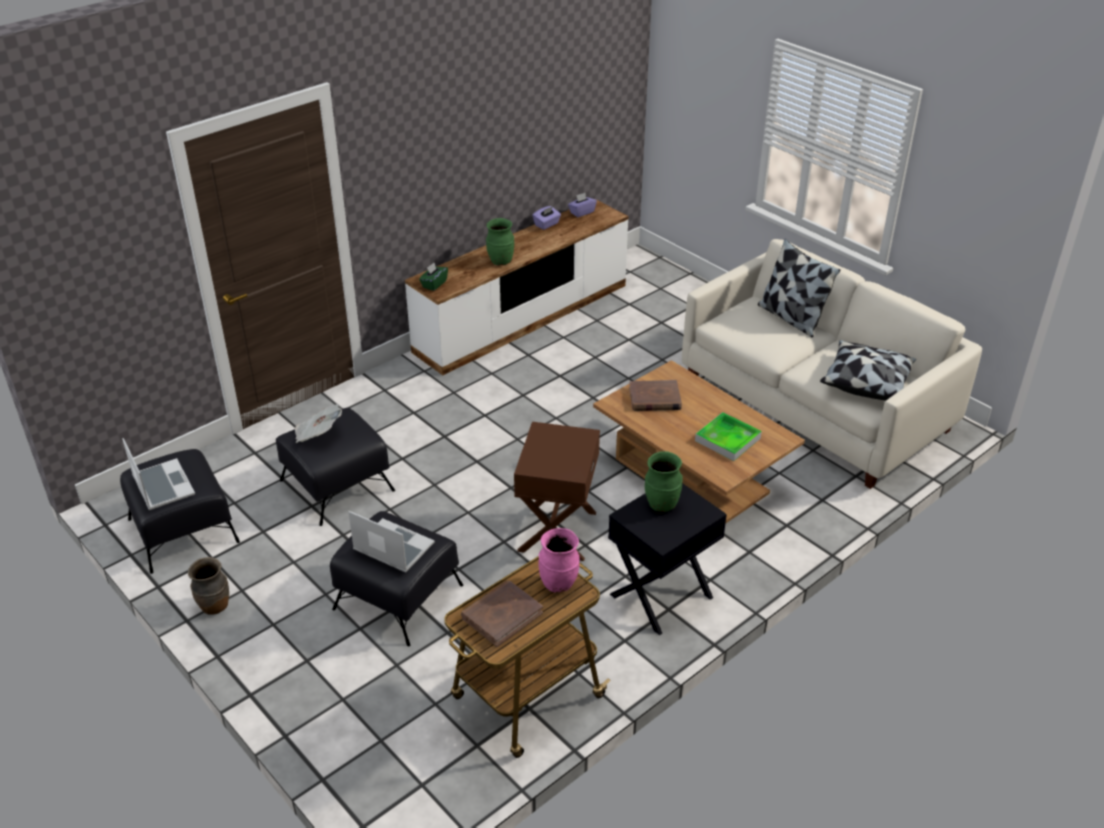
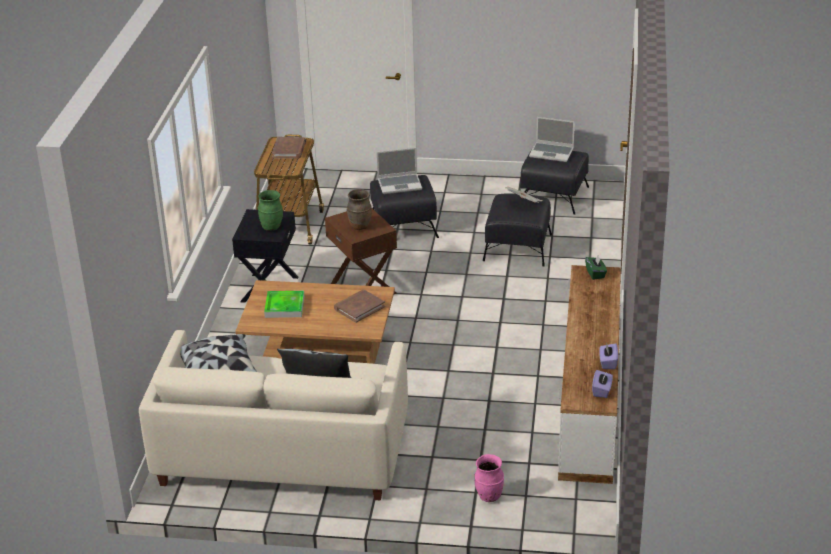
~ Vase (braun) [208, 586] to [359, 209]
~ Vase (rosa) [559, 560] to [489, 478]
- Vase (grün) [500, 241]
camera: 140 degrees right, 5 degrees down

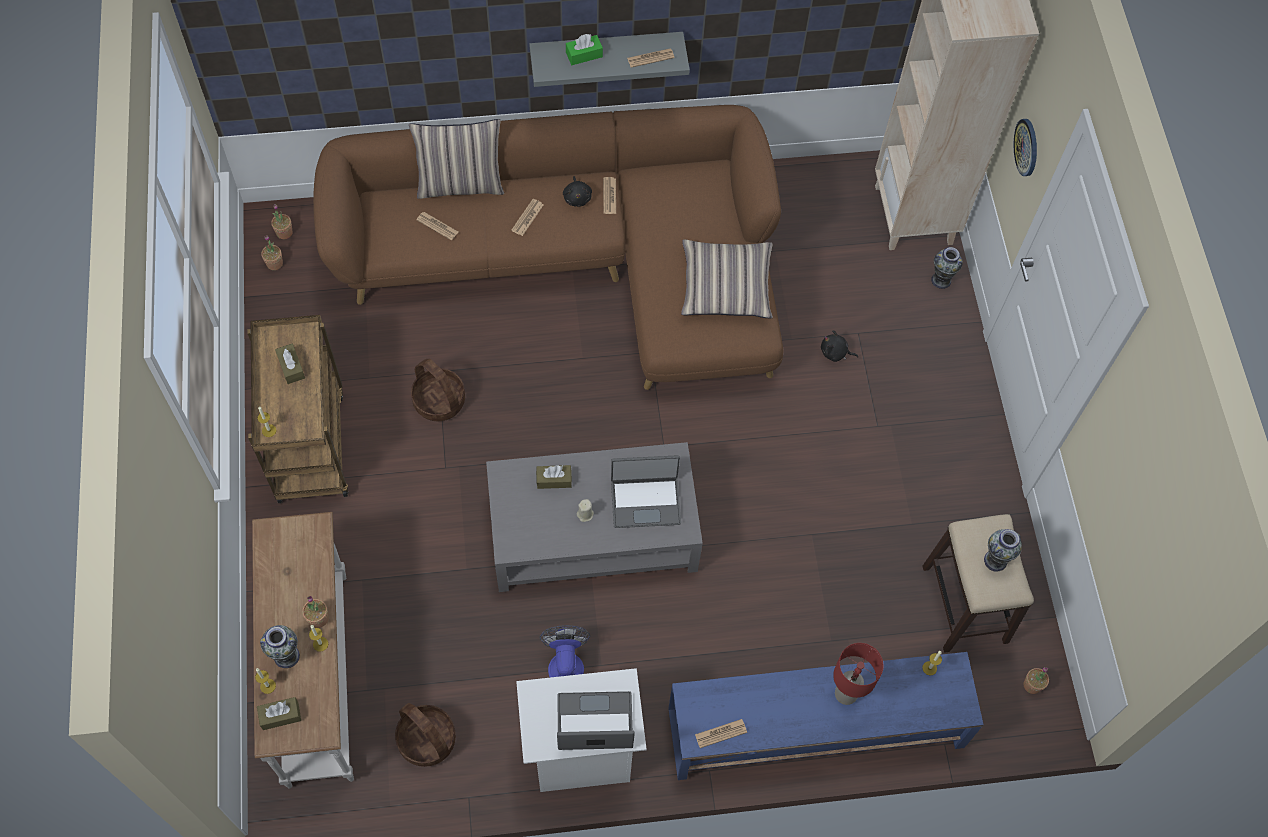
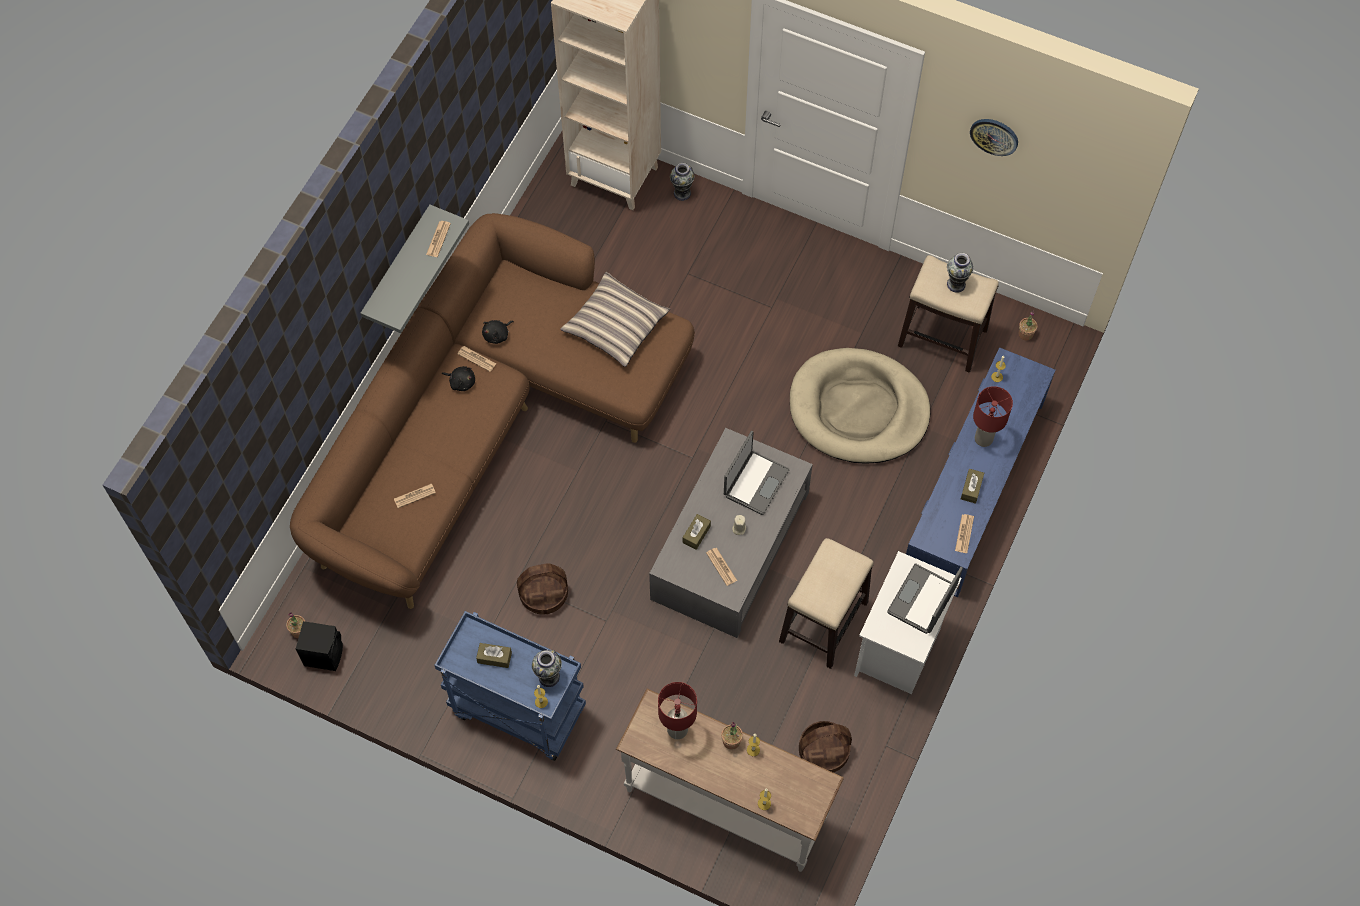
~ Topfpflanze [272, 252] to Lautsprecher (schwarz) [319, 646]
~ Rollwagen (braun) [297, 409] to Rollwagen (blau) [510, 686]
~ Plüschtier (schwarz) [839, 346] to [498, 332]
~ Vase [280, 646] to [547, 668]
+ Tischlampe (rot) [677, 710]
~ Zeitung [527, 217] to [721, 567]
~ Ventilator [565, 651] to Hocker [826, 603]
+ Hundebett (beige) [860, 405]
~ Taschentuchbox (braun) [279, 713] to [972, 486]
~ Wanduhr [1025, 147] to [994, 137]
- Kissen [456, 159]
- Taschentuchbox (grün) [584, 49]
camera: 55 degrees left, 0 degrees up

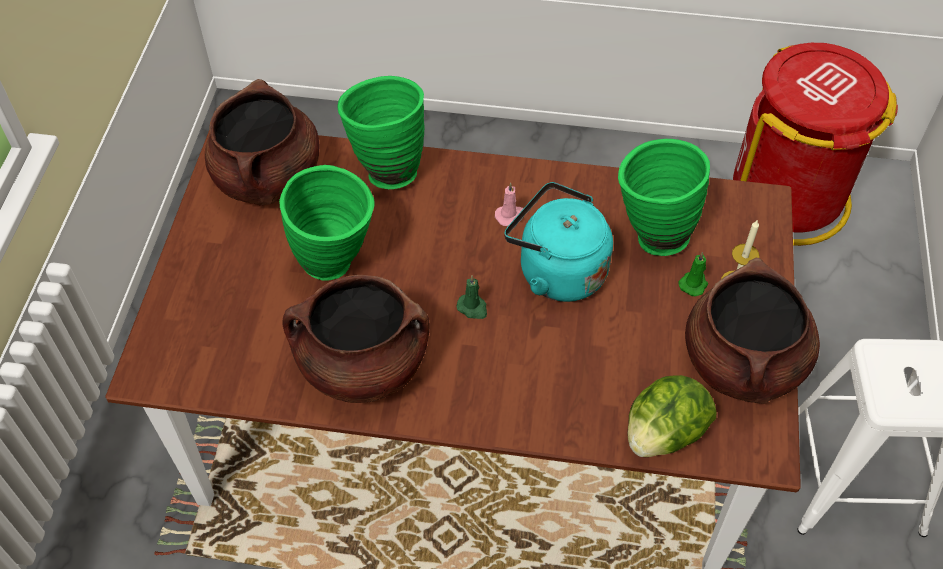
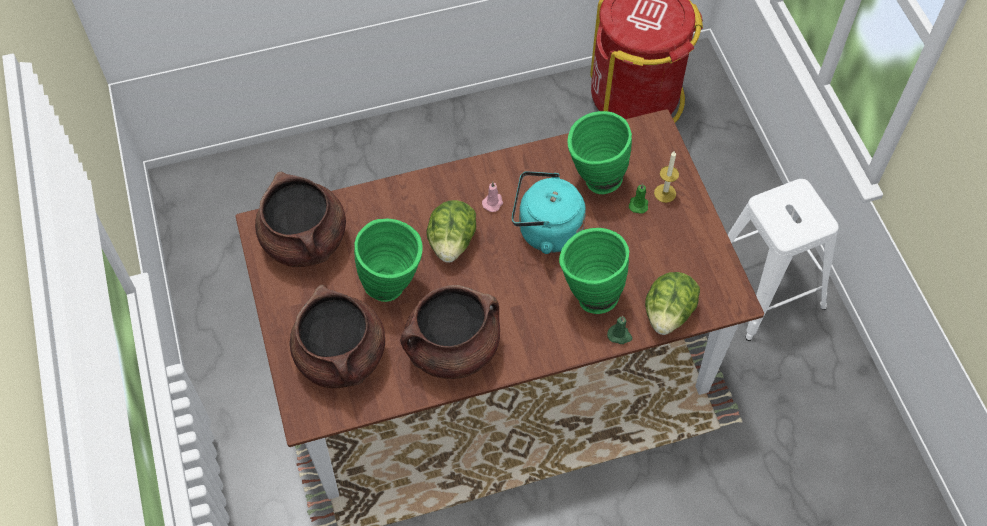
~ Kochtopf (braun) [752, 330] to [337, 336]
+ Salatkopf [451, 231]
~ Vase (grün) [381, 132] to [594, 271]
~ Kerze (grün) [472, 297] to [619, 330]
camera: 25 degrees left, 5 degrees up

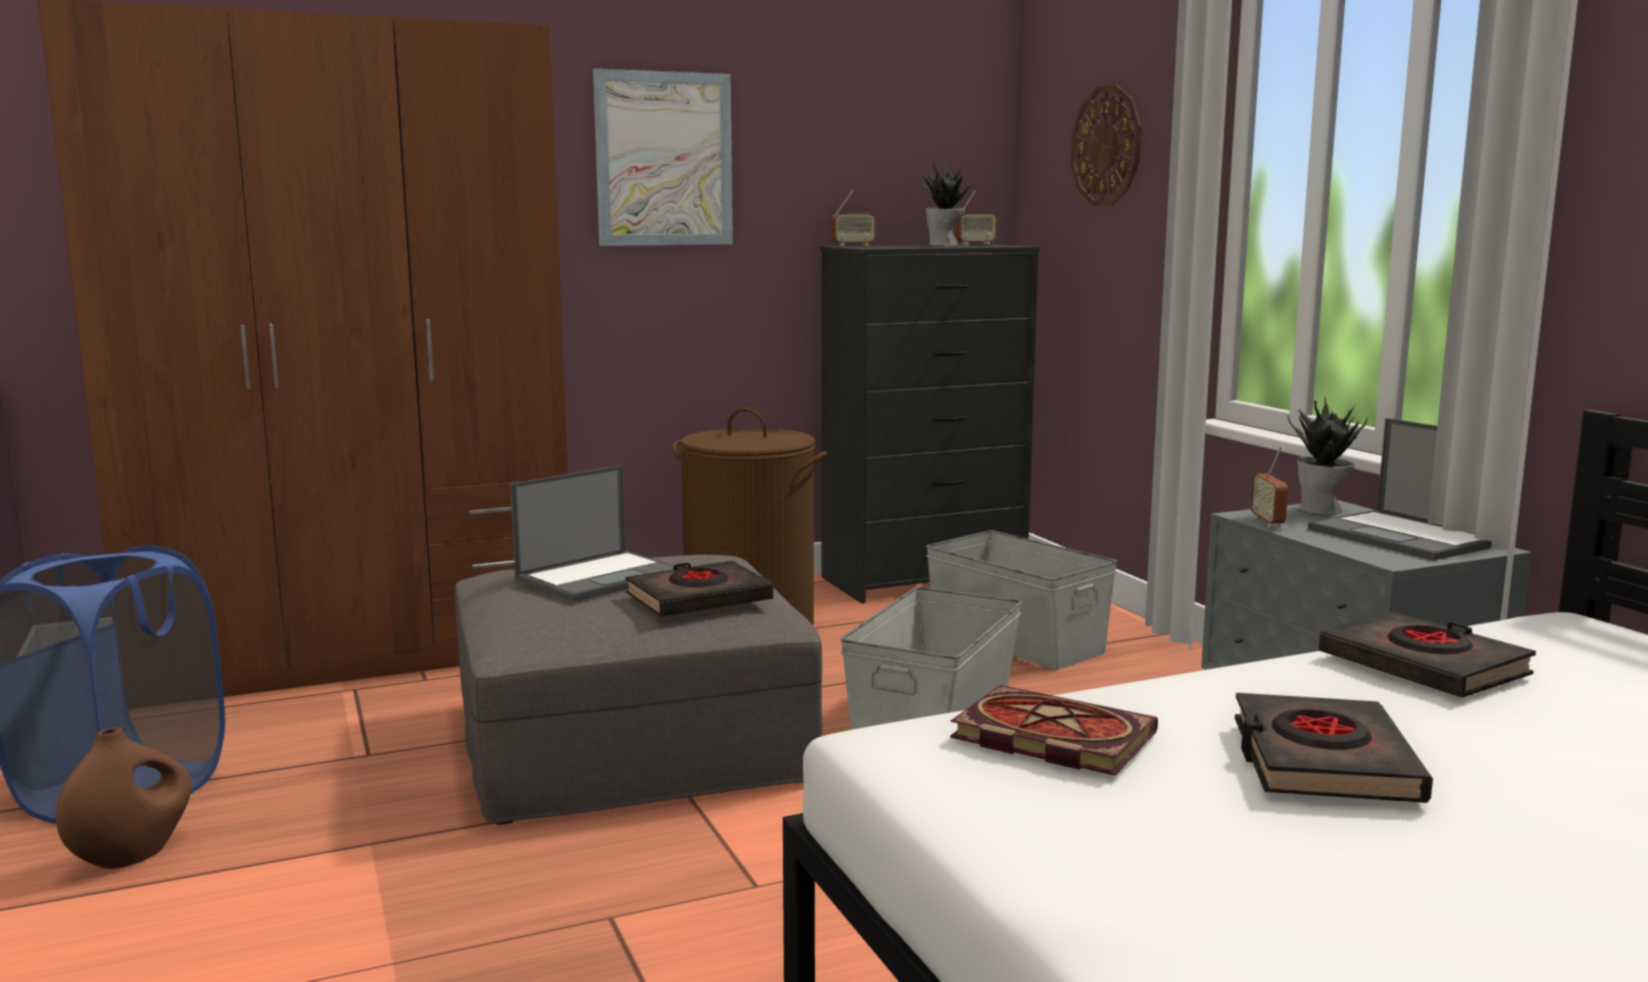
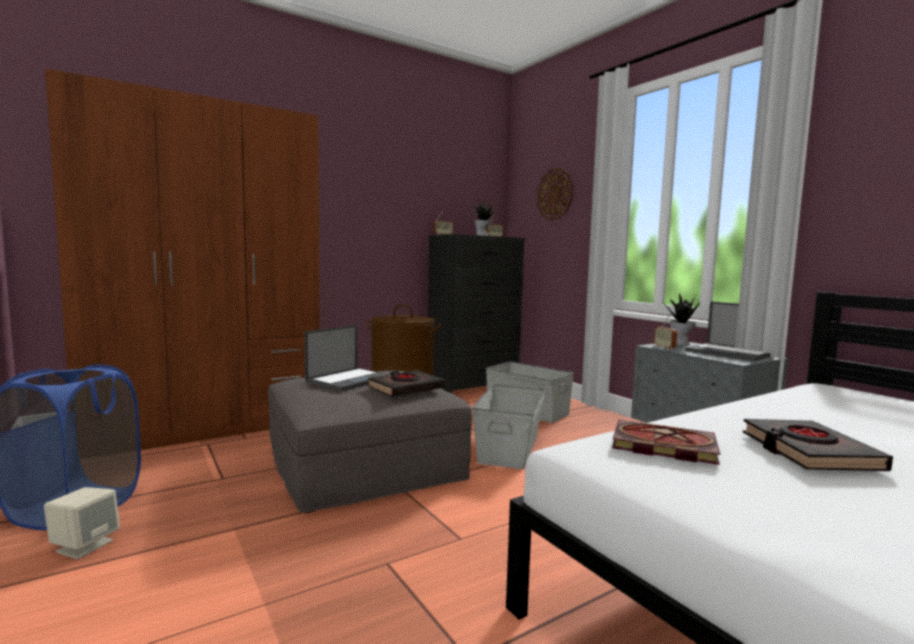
~ Vase (braun) [123, 798] to Lautsprecher (beige) [82, 523]
- Bild [663, 157]
- Buch (schwarz) [1427, 655]
camera: 10 degrees left, 5 degrees down

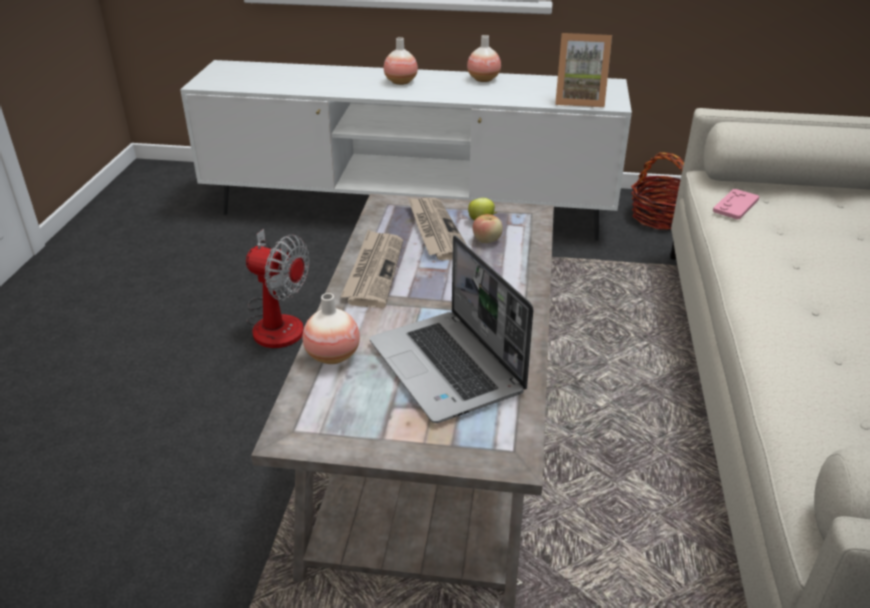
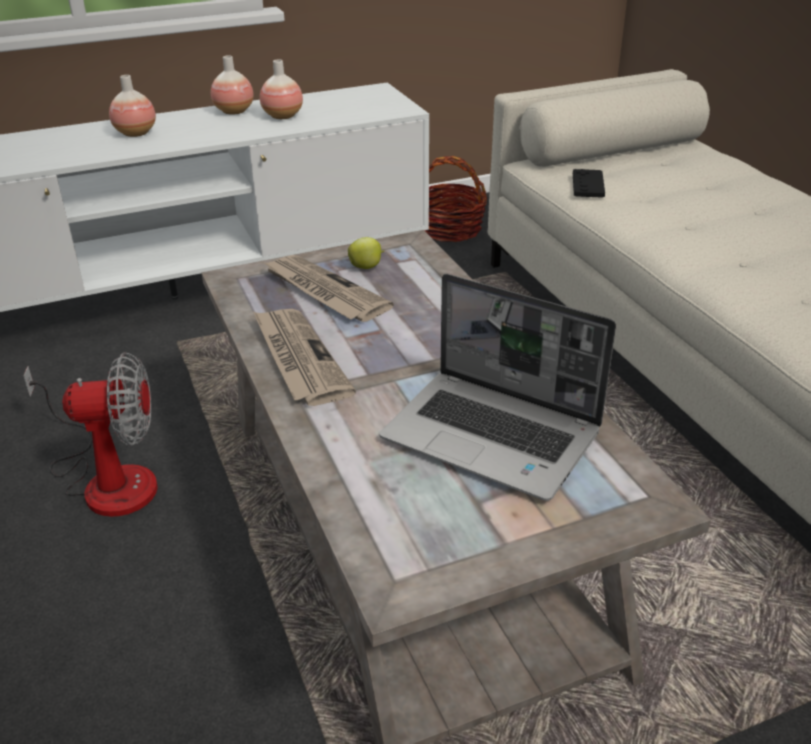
~ Vase [331, 328] to [281, 89]
~ Gamepad (rosa) [736, 204] to Gamepad (schwarz) [589, 183]
- Apfel [488, 228]
- Bilderrahmen [583, 70]
camera: 30 degrees left, 0 degrees up

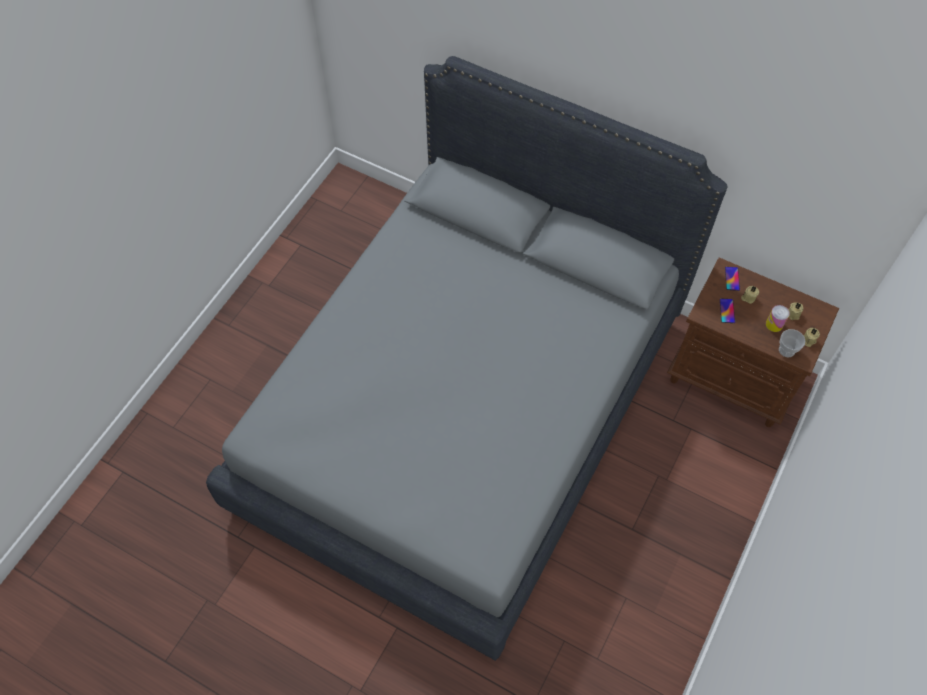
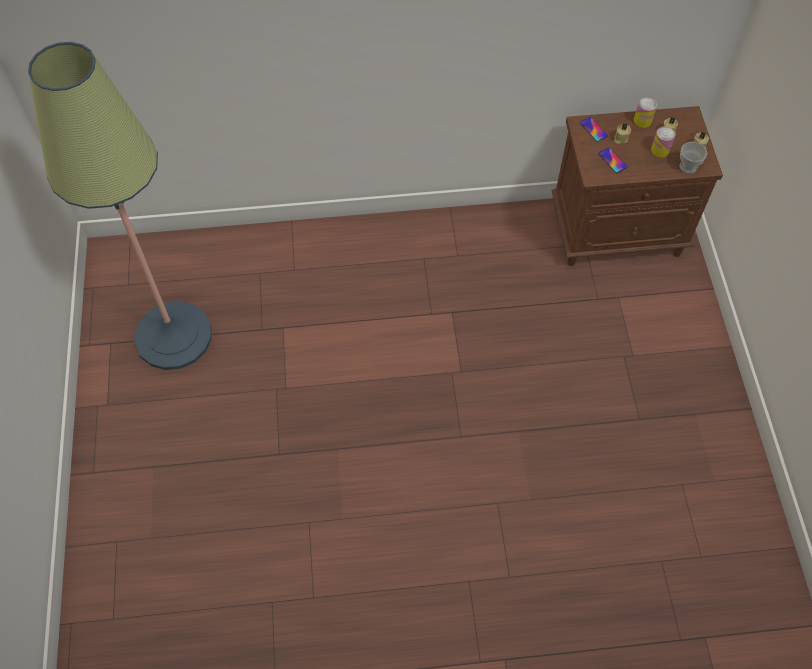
+ Stehlampe [120, 206]
+ Dose [645, 112]
- Bett (grau) [466, 358]
camera: 35 degrees left, 0 degrees up

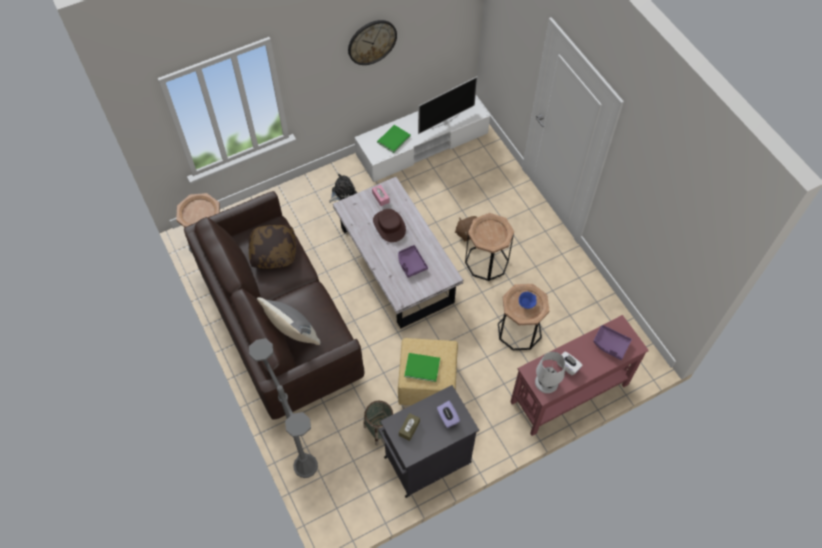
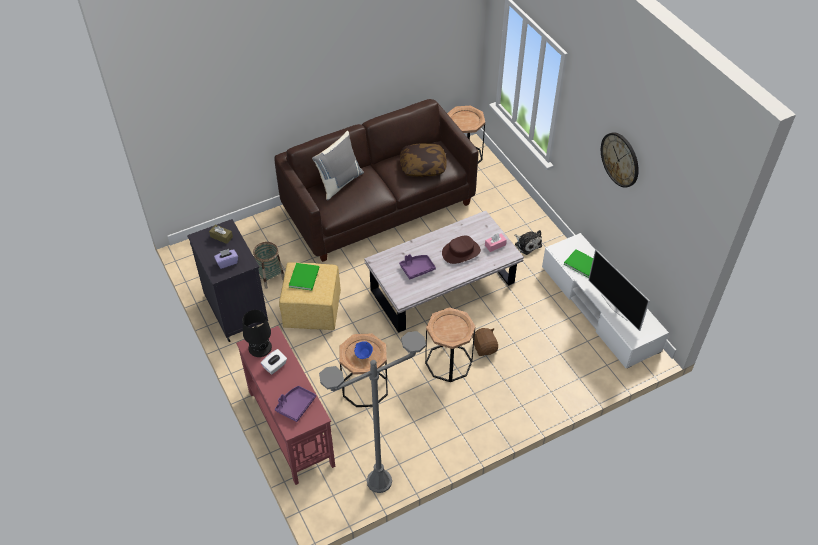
~ Tischlampe (weiß) [550, 372] to Tischlampe (schwarz) [257, 333]
~ Stehlampe (grau) [283, 408] to [372, 412]
camera: 90 degrees right, 10 degrees down

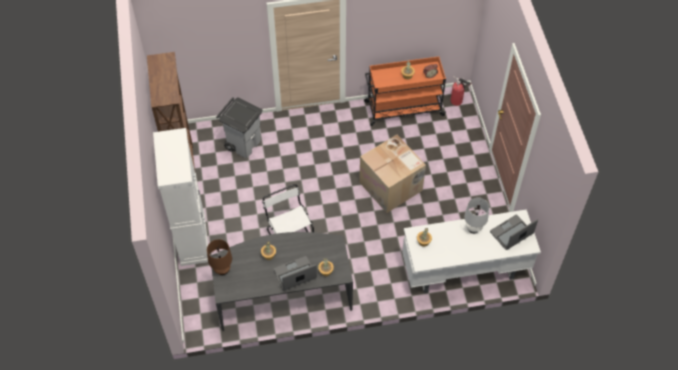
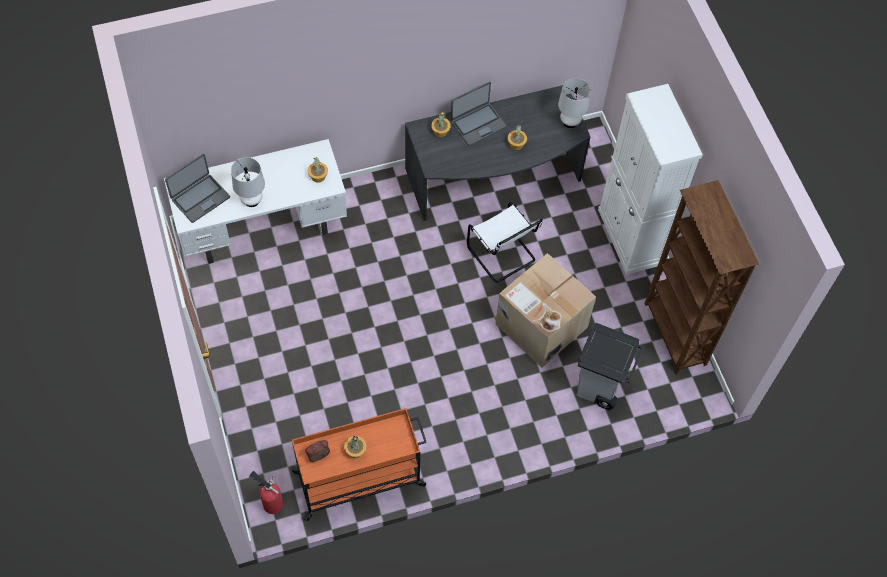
~ Karton [392, 174] to [545, 310]
~ Tischlampe (braun) [219, 257] to Tischlampe (weiß) [574, 103]
camera: 170 degrees right, 5 degrees up

